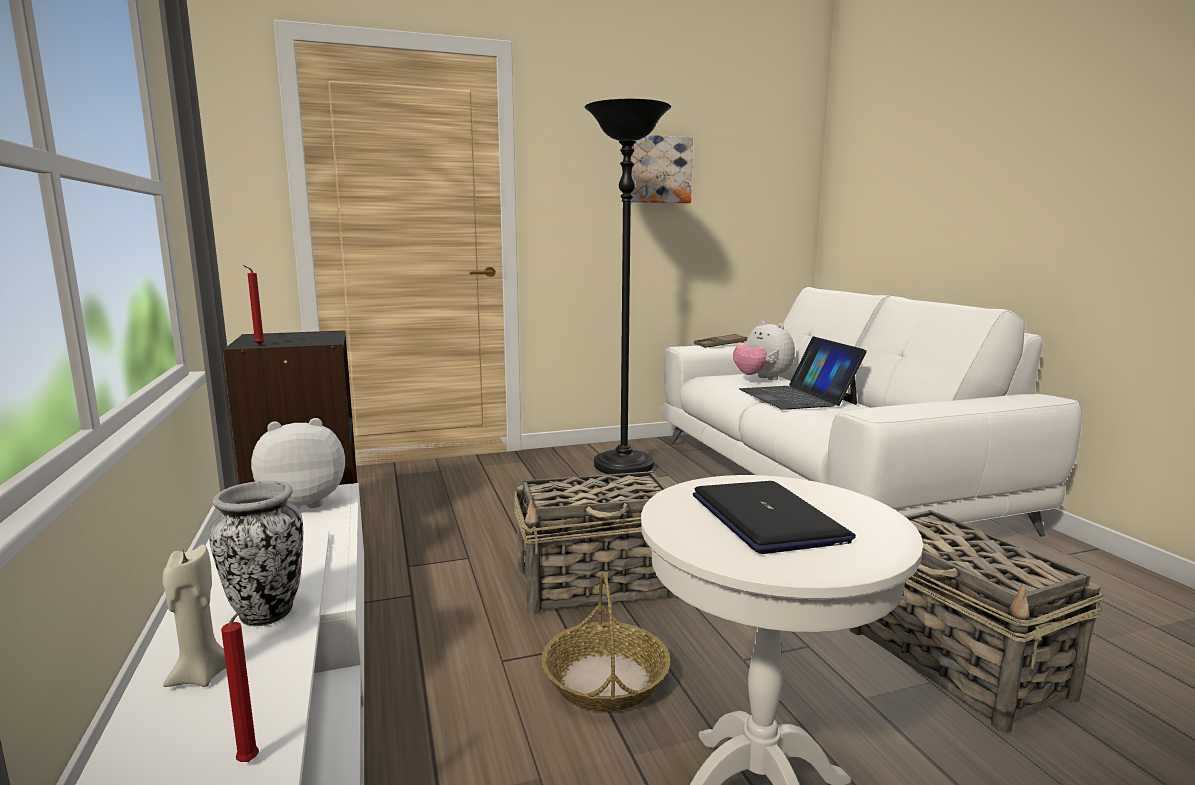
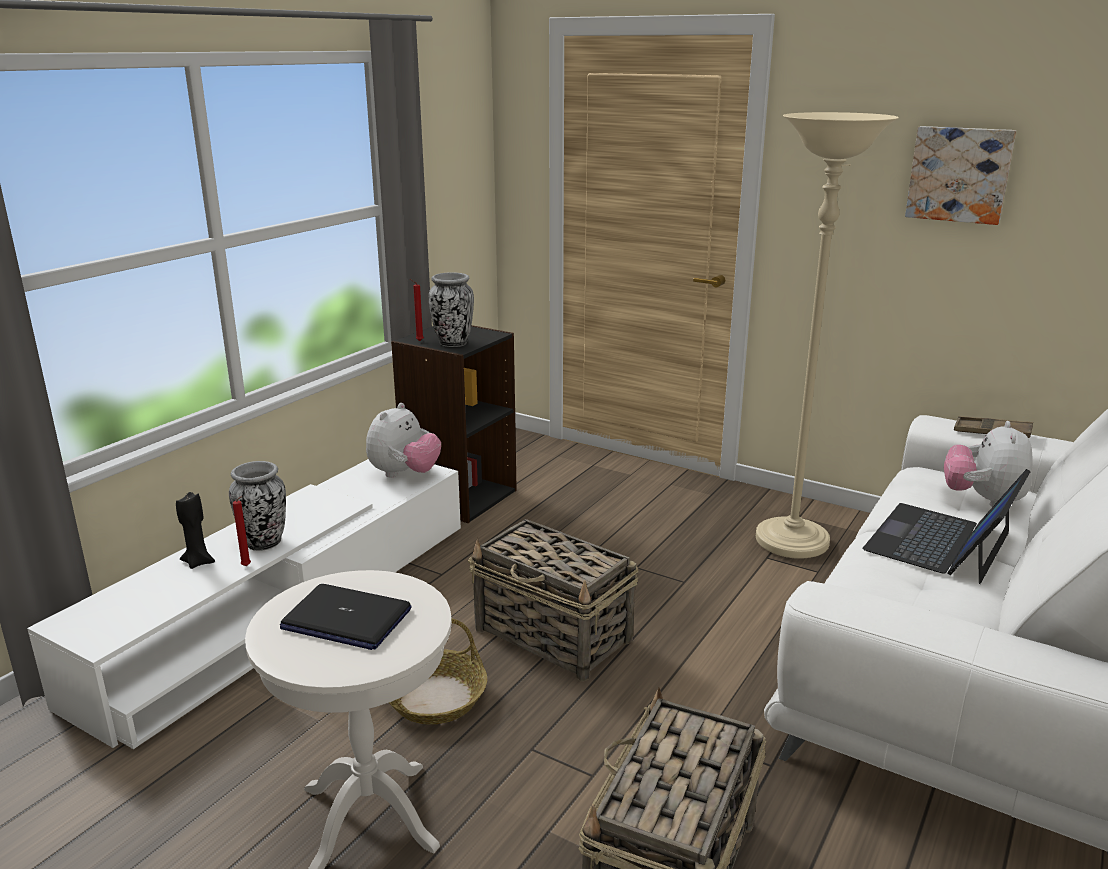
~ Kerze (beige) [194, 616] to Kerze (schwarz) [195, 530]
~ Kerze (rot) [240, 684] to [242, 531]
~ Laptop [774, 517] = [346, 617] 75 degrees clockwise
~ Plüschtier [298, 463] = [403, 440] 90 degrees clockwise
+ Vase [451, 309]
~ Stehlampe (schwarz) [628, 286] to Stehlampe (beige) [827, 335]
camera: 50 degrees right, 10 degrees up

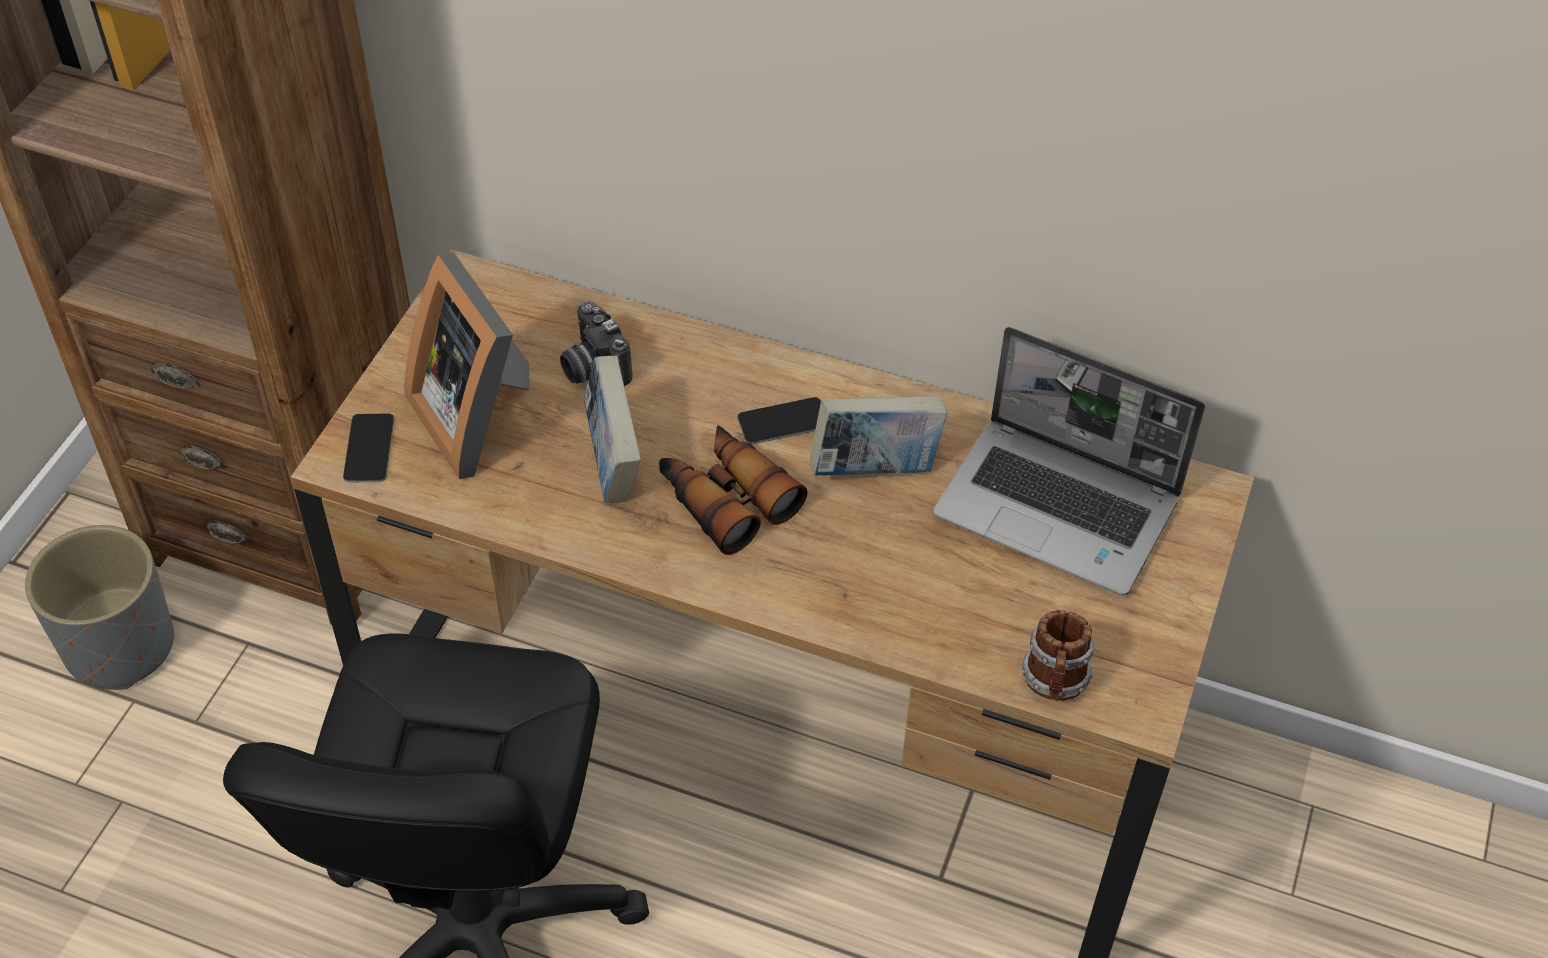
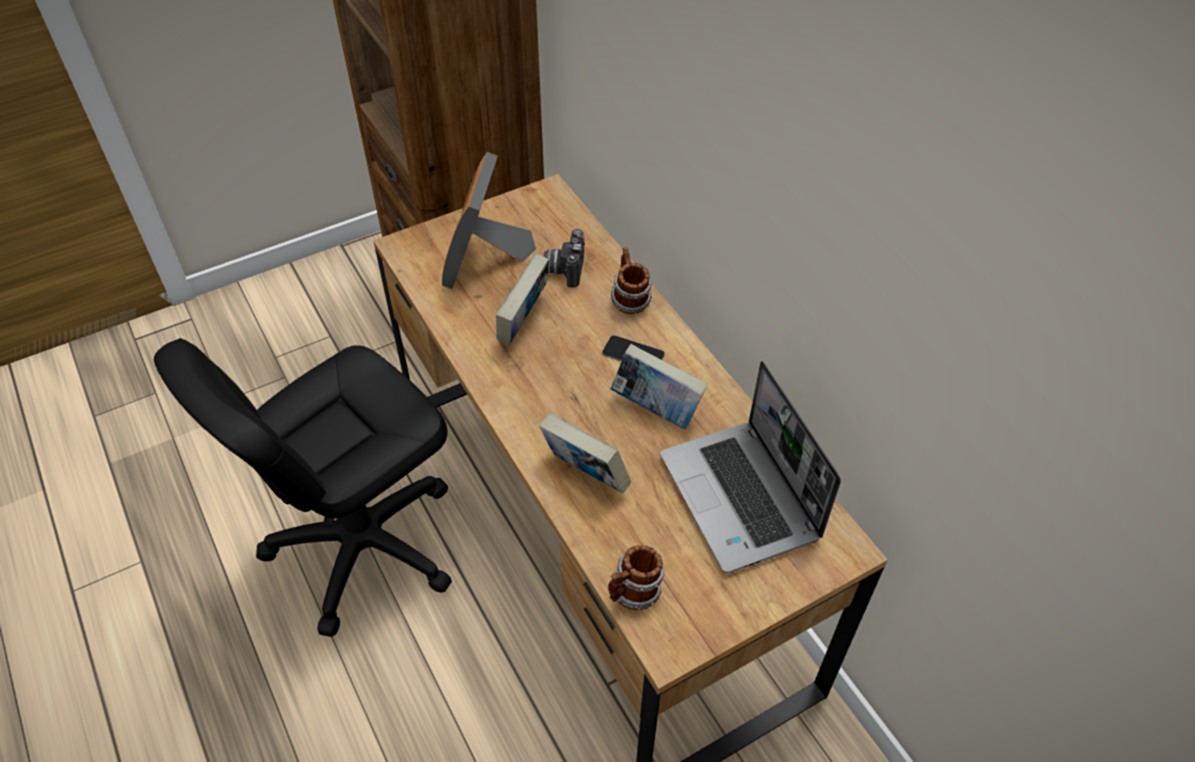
+ Buch [585, 453]
+ Henkelbecher [631, 280]
- Pflanzkübel (grau) [100, 607]
- Handy [368, 447]
- Fernglas [733, 490]
camera: 40 degrees right, 0 degrees up

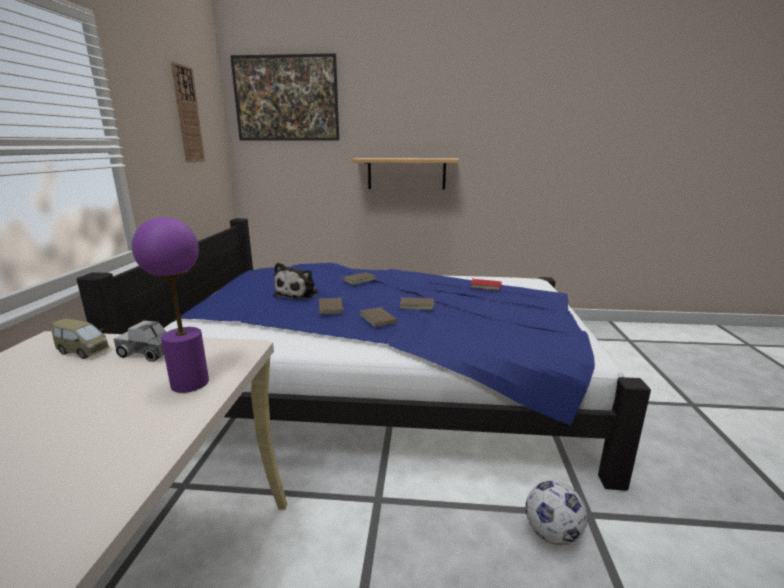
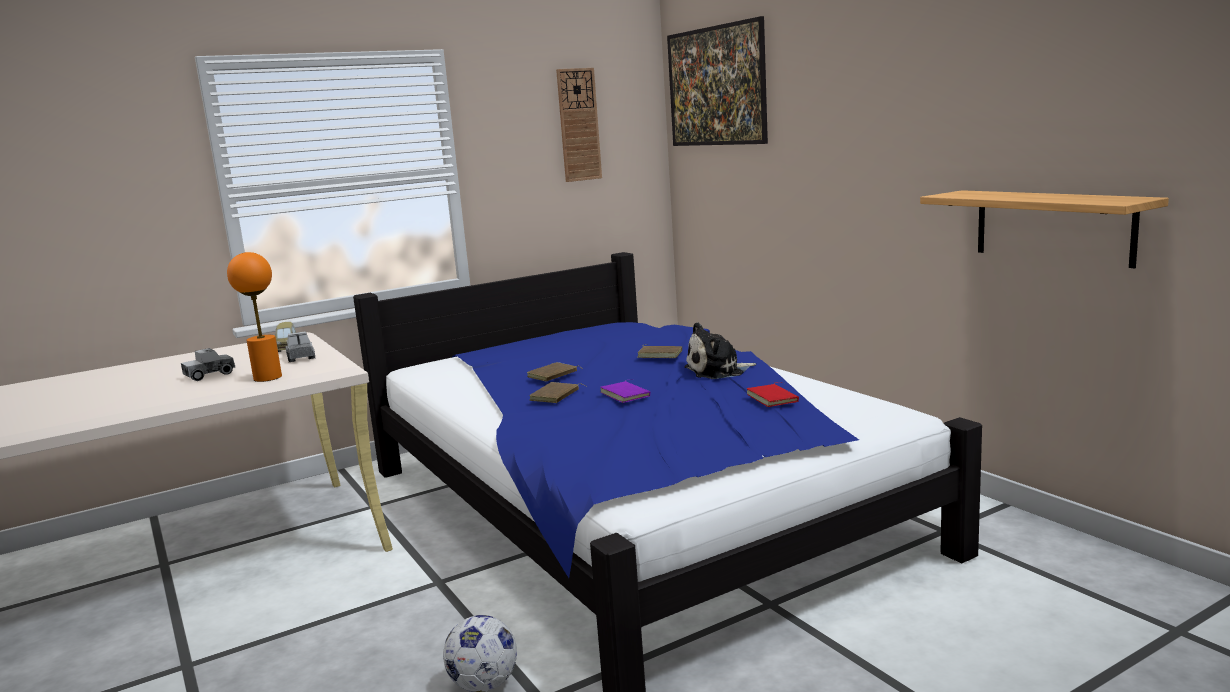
+ Spielzeuglaster [208, 364]
~ Tischlampe (lila) [170, 305] to Tischlampe (orange) [254, 317]
~ Buch (braun) [417, 304] to Buch (lila) [625, 391]
~ Plüschtier [296, 281] to [720, 350]
~ Wandregal [406, 174] to [1044, 229]
camera: 55 degrees right, 5 degrees down

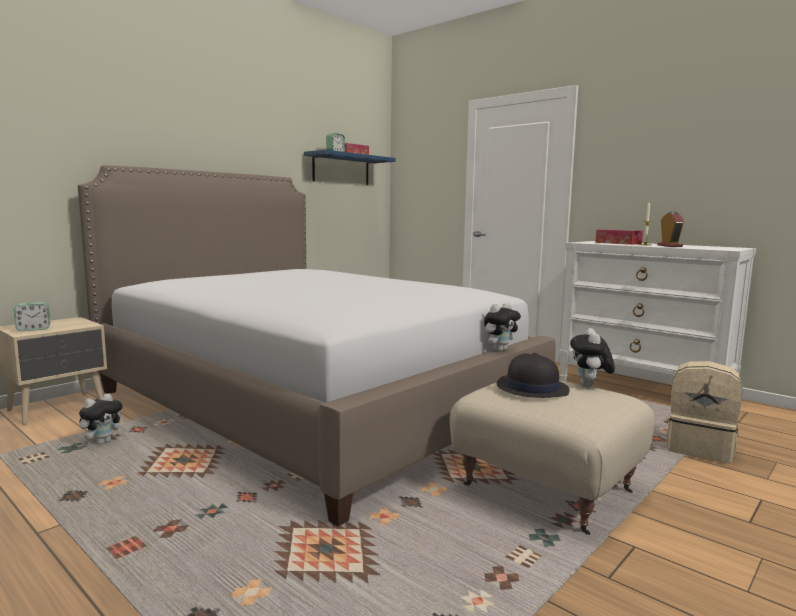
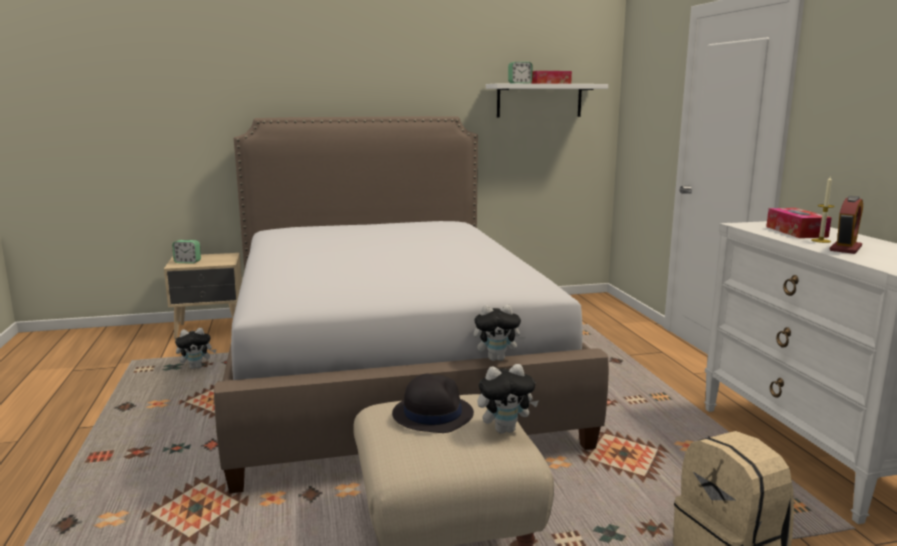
~ Plüschtier [592, 357] = [507, 399] 150 degrees counterclockwise
~ Wandregal (blau) [350, 167] to Wandregal (weiß) [547, 100]
camera: 35 degrees right, 5 degrees up

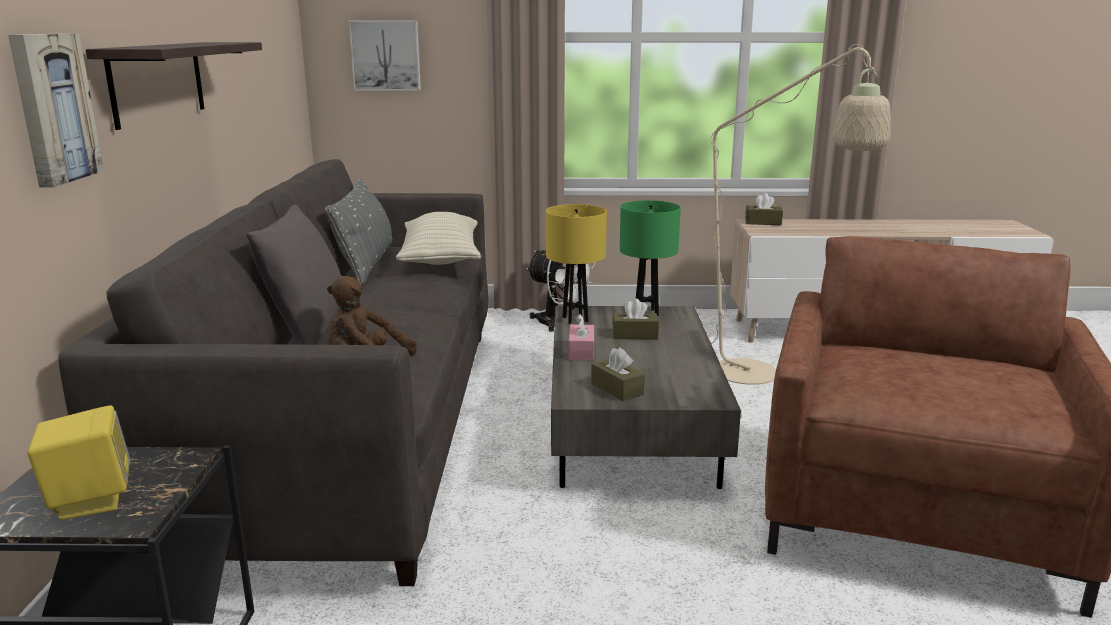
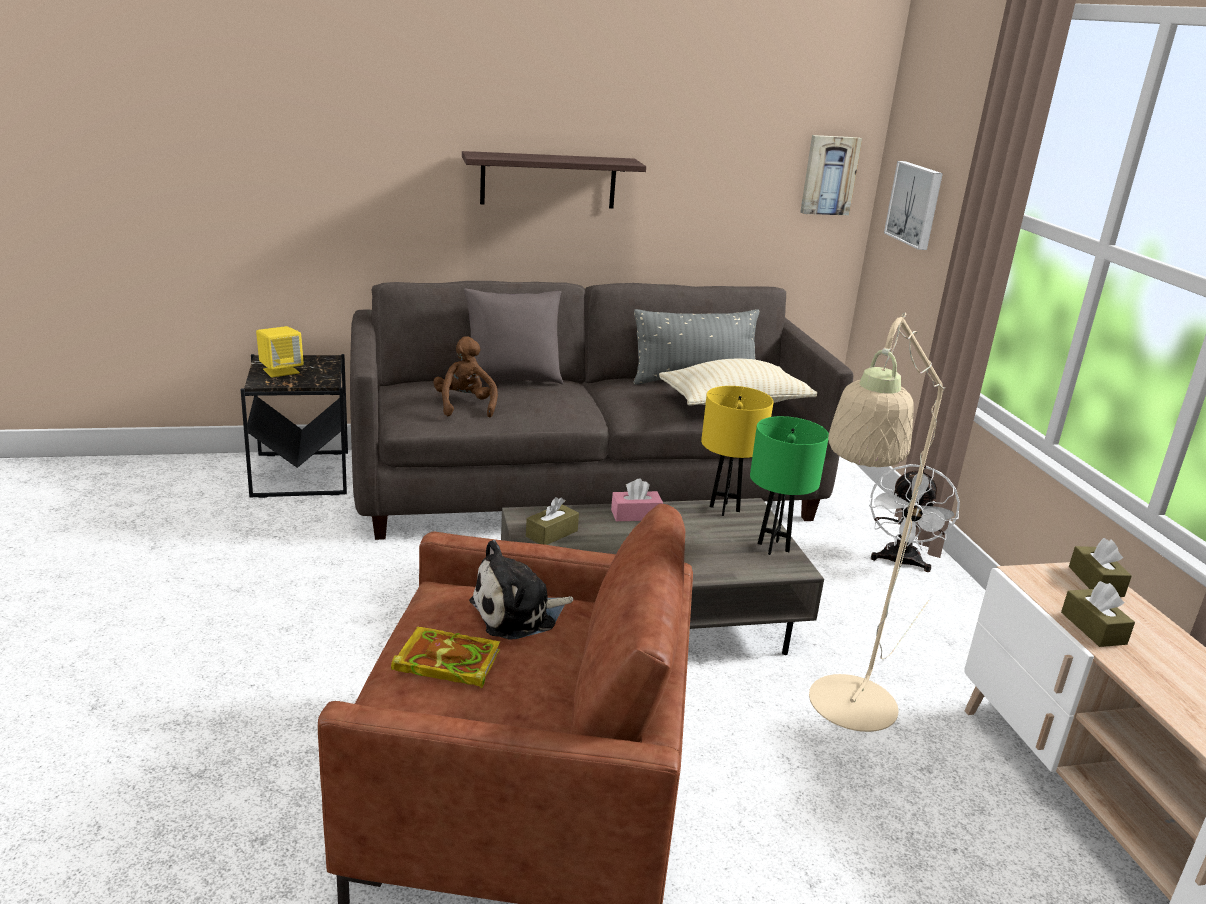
+ Buch [445, 657]
+ Plüschtier [521, 590]
~ Bild [56, 110] to [831, 175]
~ Taschentuchbox (braun) [635, 319] to [1098, 614]
camera: 75 degrees right, 5 degrees up

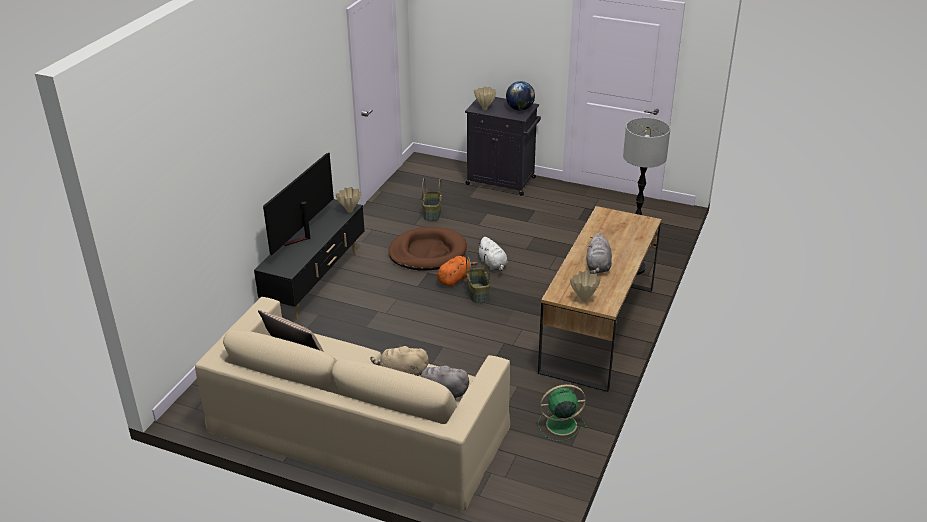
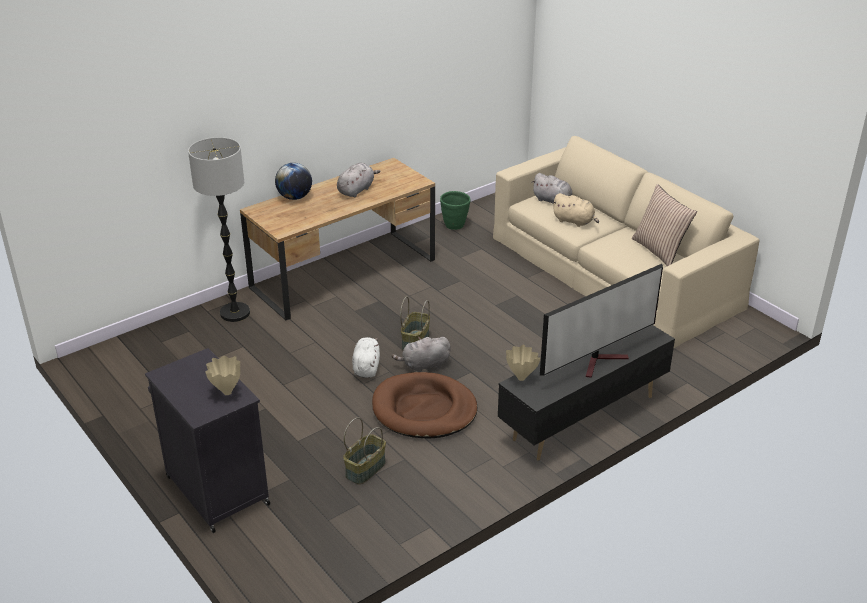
~ Globus [520, 96] to [293, 181]
~ Plüschtier (orange) [457, 271] to Plüschtier (grau) [421, 354]
~ Ventilator (grün) [562, 413] to Pflanzkübel (grün) [455, 210]
- Vase (beige) [585, 286]
camera: 150 degrees left, 0 degrees up

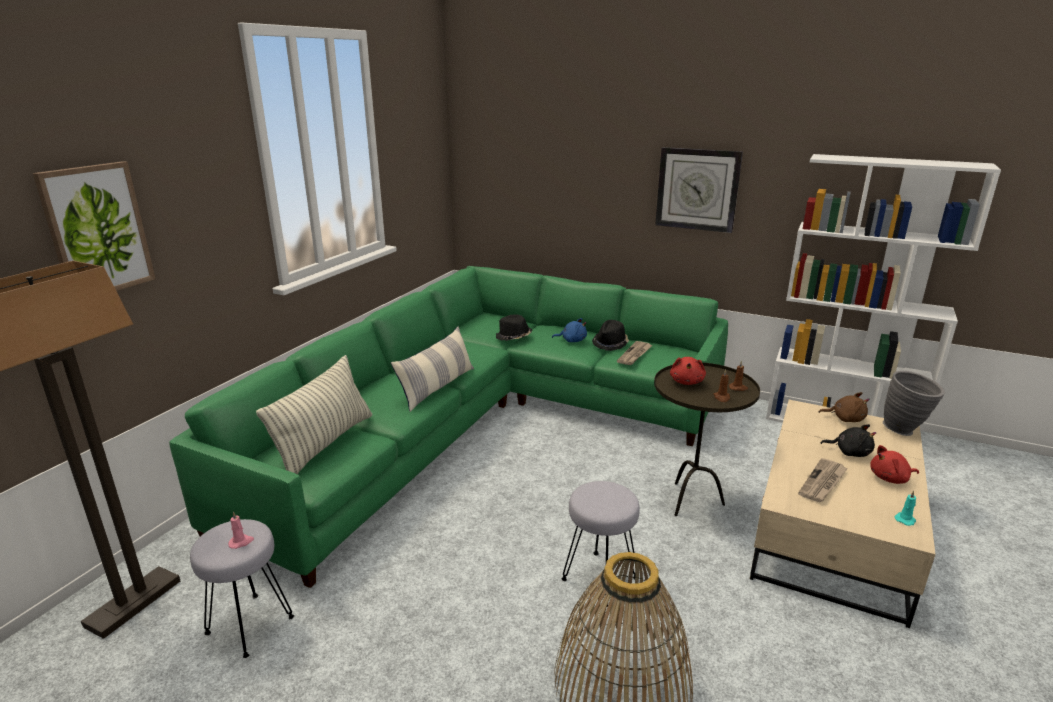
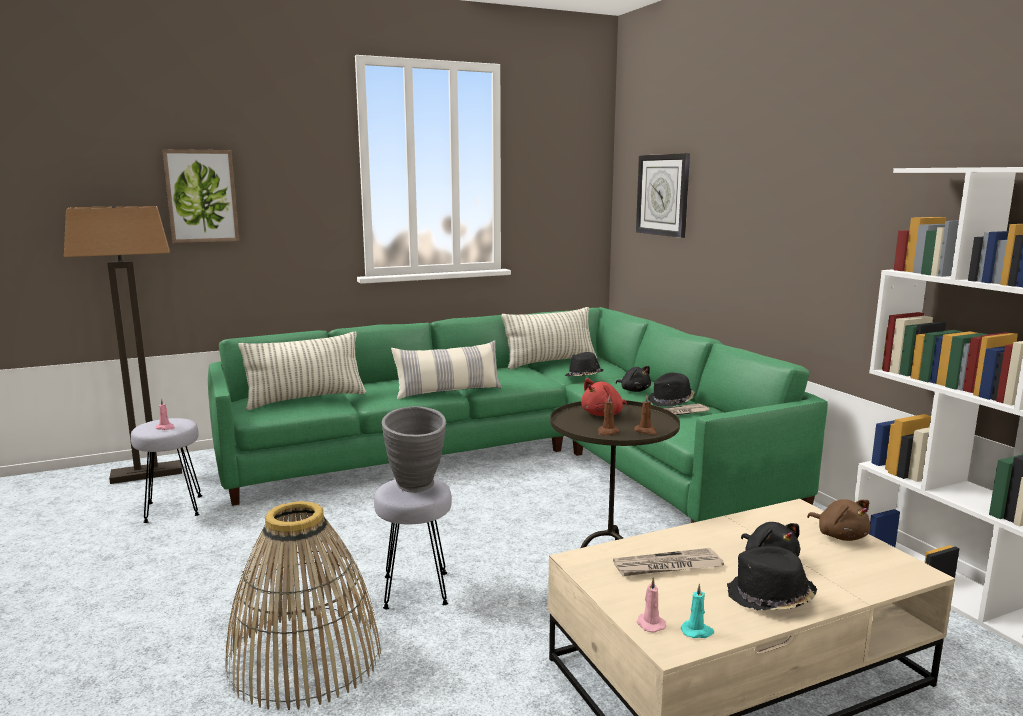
~ Vase (grau) [914, 403] to [414, 449]
+ Kissen [549, 338]
~ Plüschtier (blau) [569, 330] to Plüschtier (schwarz) [633, 379]
~ Wanduhr [699, 190] to [663, 195]
+ Kerze (rosa) [651, 605]
~ Plüschtier (rot) [894, 464] to Hut (schwarz) [772, 578]
camera: 40 degrees right, 10 degrees down

